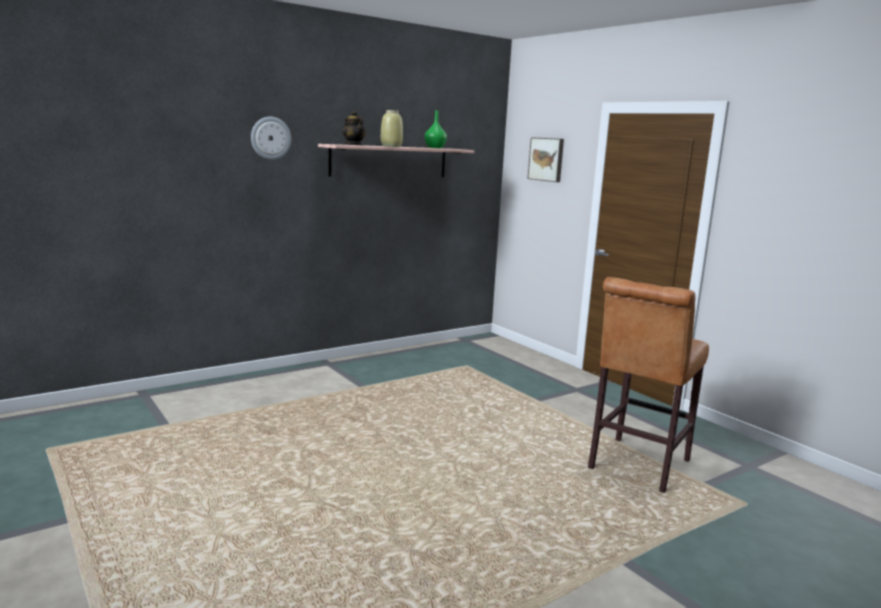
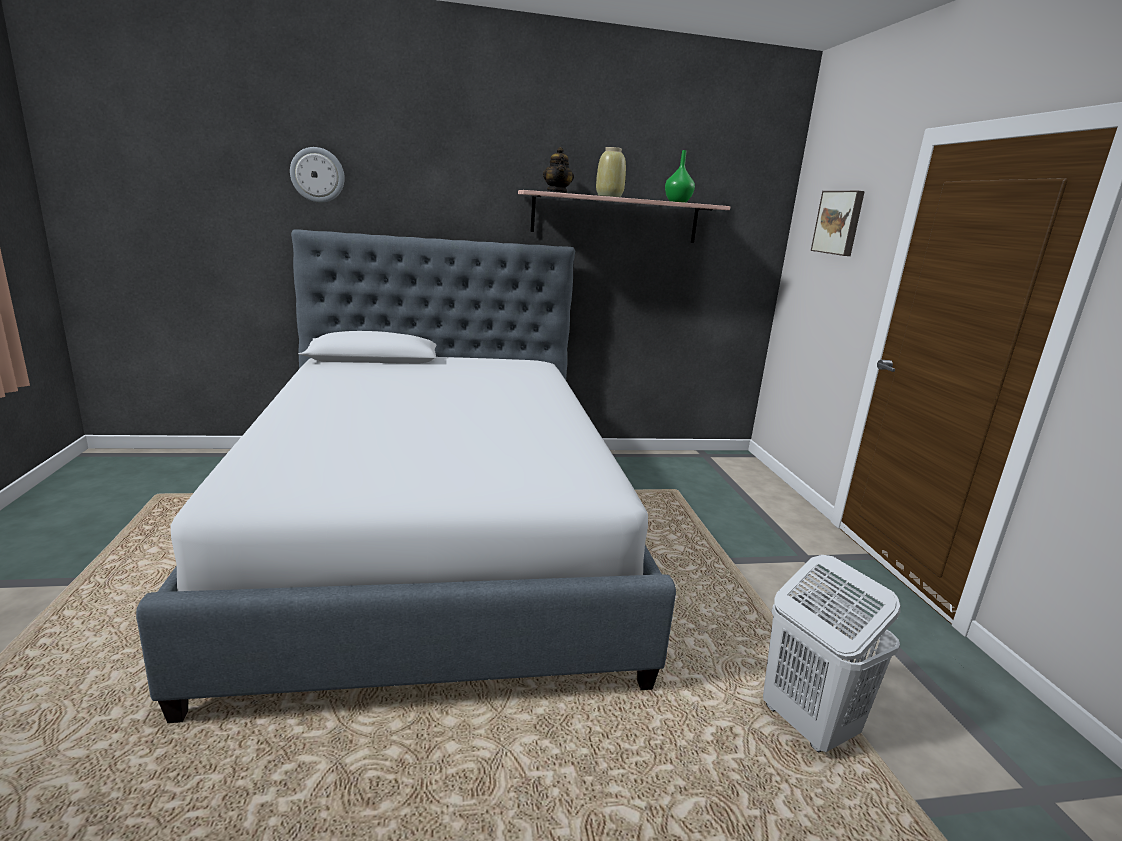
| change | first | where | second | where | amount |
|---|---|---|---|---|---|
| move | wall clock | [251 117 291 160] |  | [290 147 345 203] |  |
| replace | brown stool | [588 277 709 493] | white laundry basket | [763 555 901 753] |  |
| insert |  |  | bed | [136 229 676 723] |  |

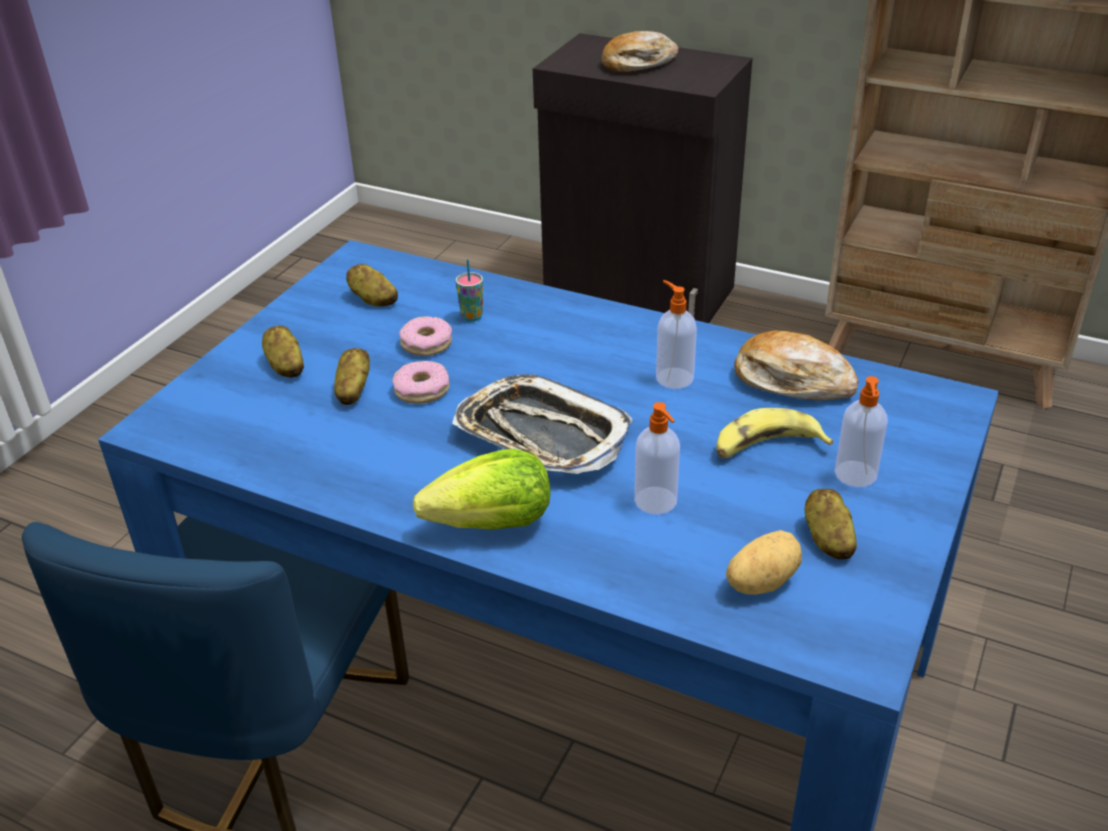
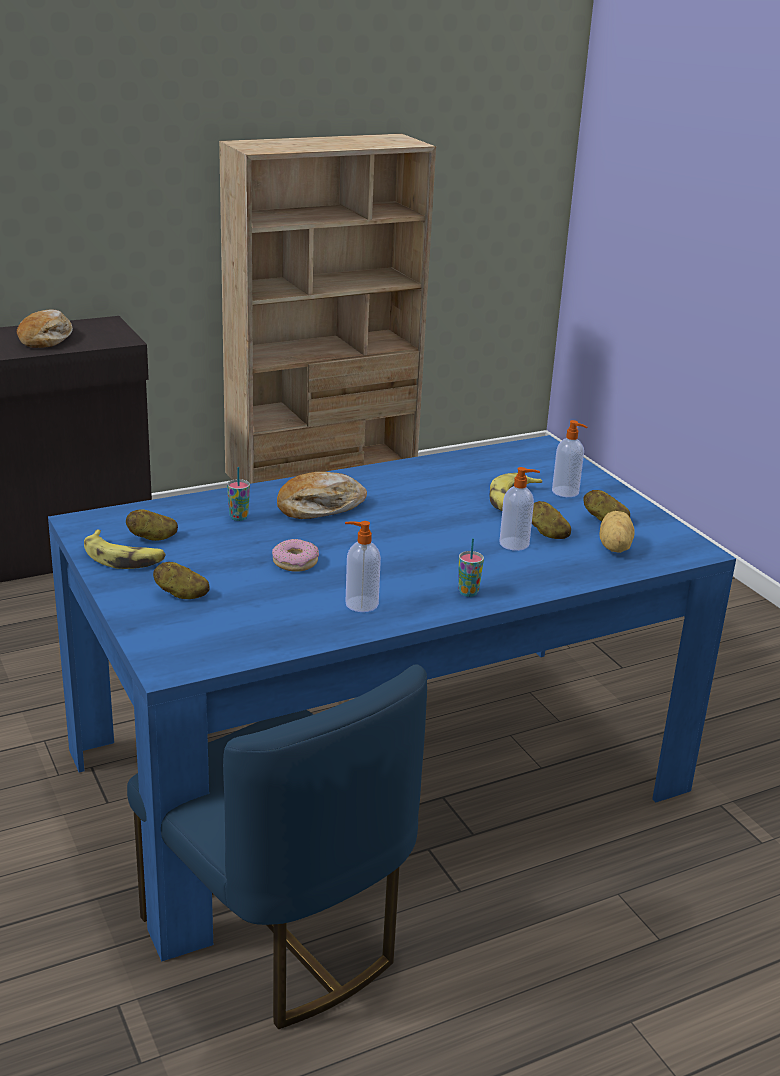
| change | first | where | second | where | amount |
|---|---|---|---|---|---|
| move | soap dispenser | [656 280 697 389] |  | [345 521 381 612] |  |
| delete | donut | [399 316 452 356] |  |  |  |
| move | bread | [734 331 858 401] |  | [277 472 367 519] |  |
| move | potato | [334 348 370 405] |  | [532 501 571 539] |  |
| delete | tray | [452 374 633 474] |  |  |  |
| replace | lettuce | [413 449 550 530] | cup | [458 538 484 597] |  |
| insert |  |  | banana | [84 529 166 569] |  |

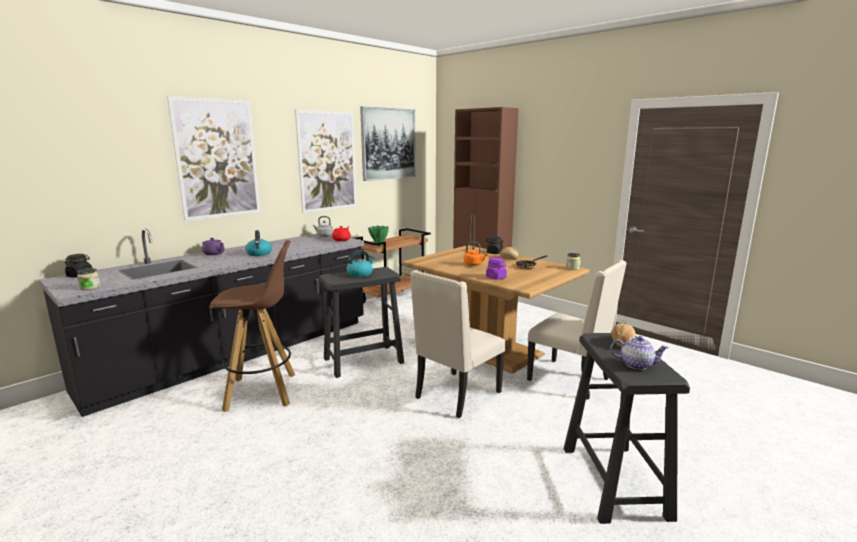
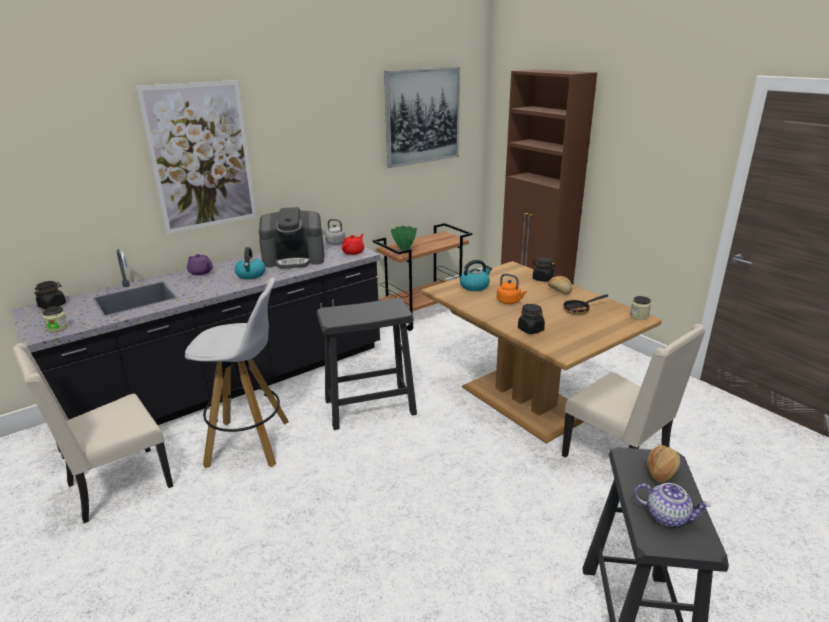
| change | first | where | second | where | amount |
|---|---|---|---|---|---|
| delete | picture | [295 110 357 213] |  |  |  |
| recolor | brown stool | [210 240 295 412] | white stool | [185 277 289 468] |  |
| move | kettle | [346 250 375 277] |  | [460 260 492 291] |  |
| recolor | purple jar | [486 257 507 280] | black jar | [518 304 545 334] |  |
| move | beige chair | [410 270 506 418] |  | [12 343 173 523] |  |
| insert |  |  | coffee machine | [259 207 324 269] |  |

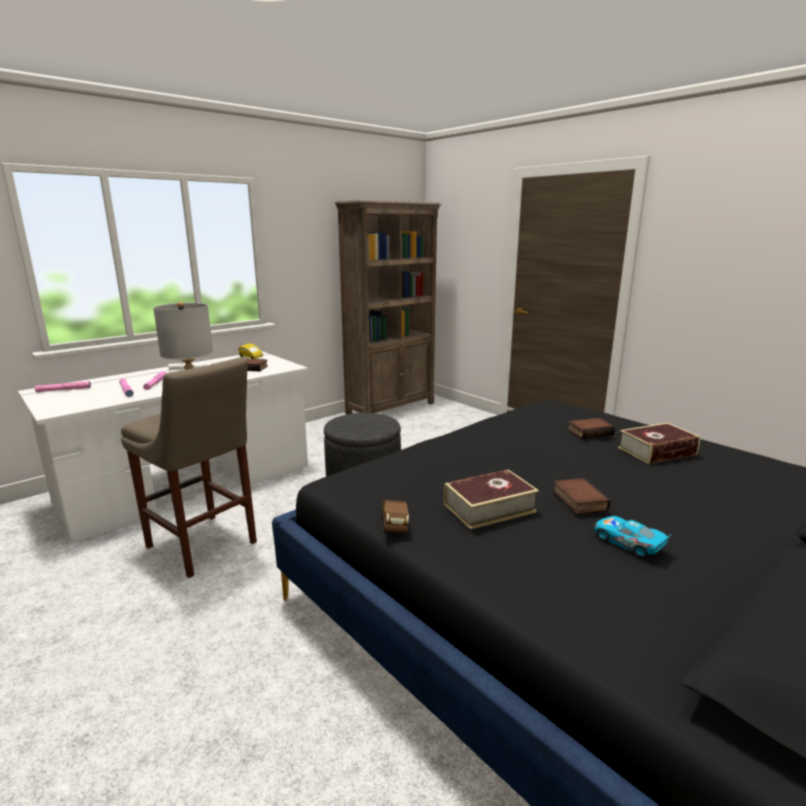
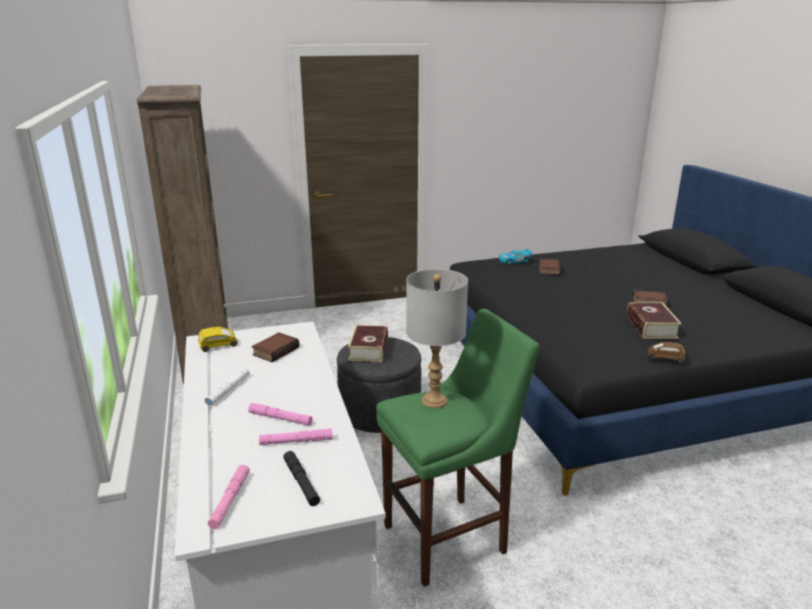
| change | first | where | second | where | amount |
|---|---|---|---|---|---|
| recolor | beige stool | [121 357 257 578] | green stool | [376 309 540 587] |  |
| move | book | [618 423 700 464] |  | [348 325 388 362] |  |
| move | toy car | [595 516 672 558] |  | [499 249 532 265] |  |
| insert |  |  | black flashlight | [283 451 320 506] |  |

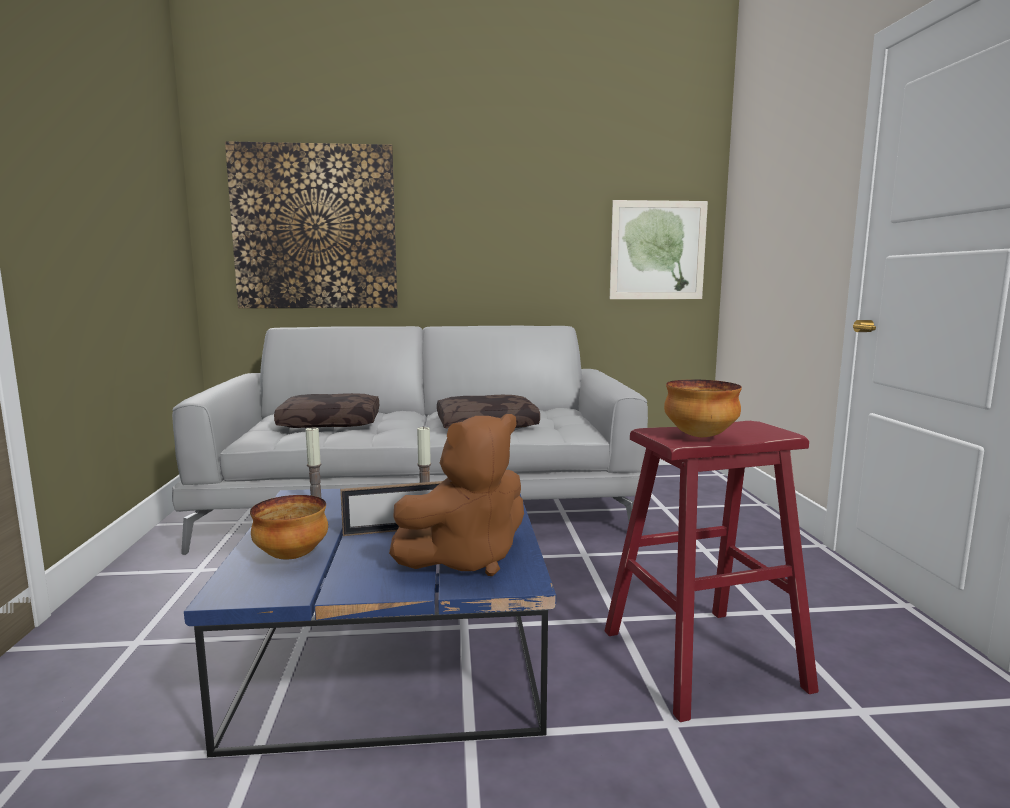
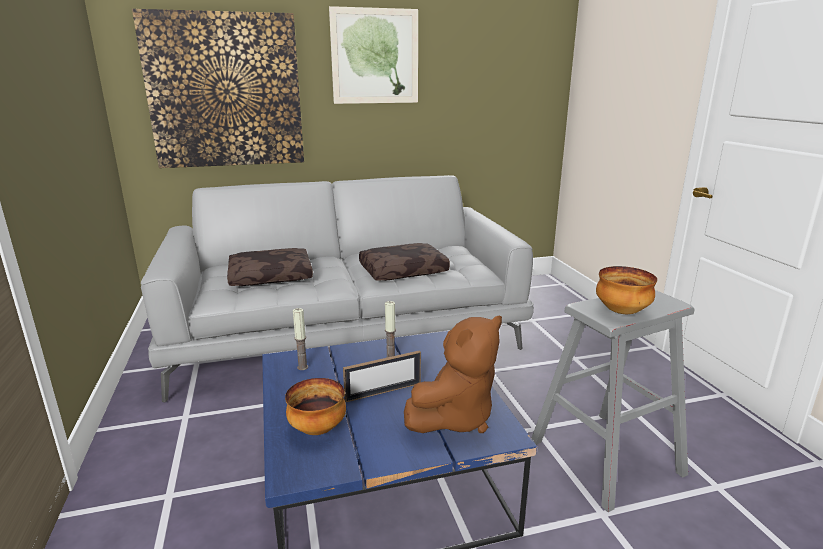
| change | first | where | second | where | amount |
|---|---|---|---|---|---|
| move | picture | [610 200 708 299] |  | [329 6 418 104] |  |
| recolor | red stool | [605 421 819 722] | grey stool | [531 290 695 512] |  |

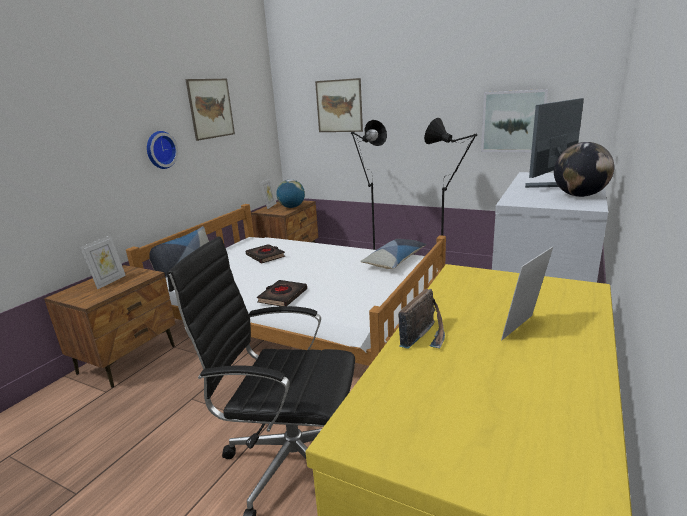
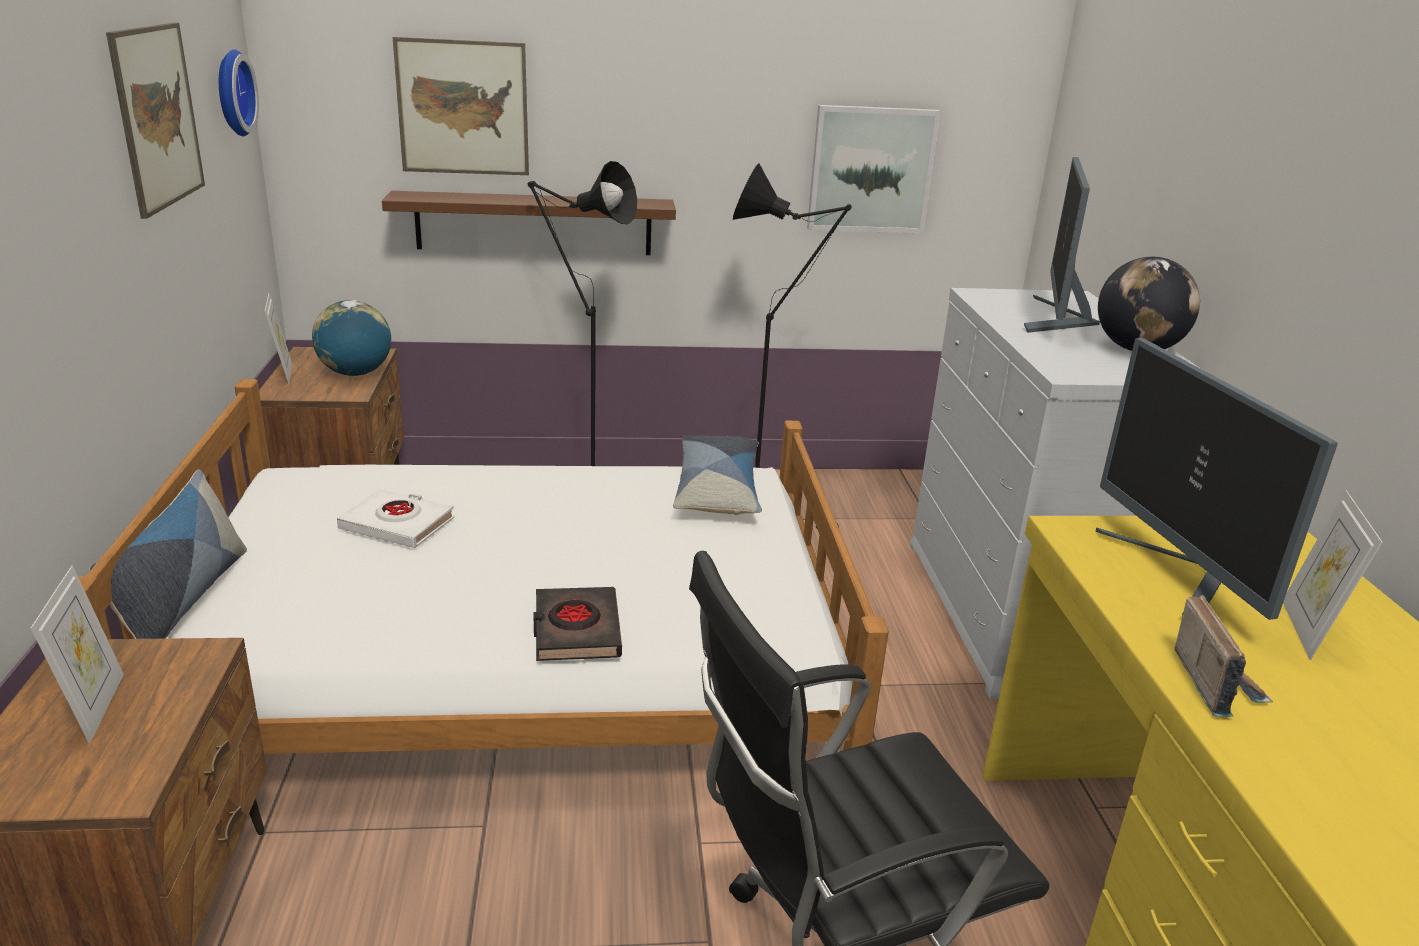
| change | first | where | second | where | amount |
|---|---|---|---|---|---|
| move | wall clock | [147 131 178 169] |  | [219 49 259 136] |  |
| recolor | black book | [246 244 285 263] | white book | [337 489 454 548] |  |
| insert |  |  | brown shelf | [382 191 676 255] |  |
| insert |  |  | monitor | [1095 338 1338 620] |  |

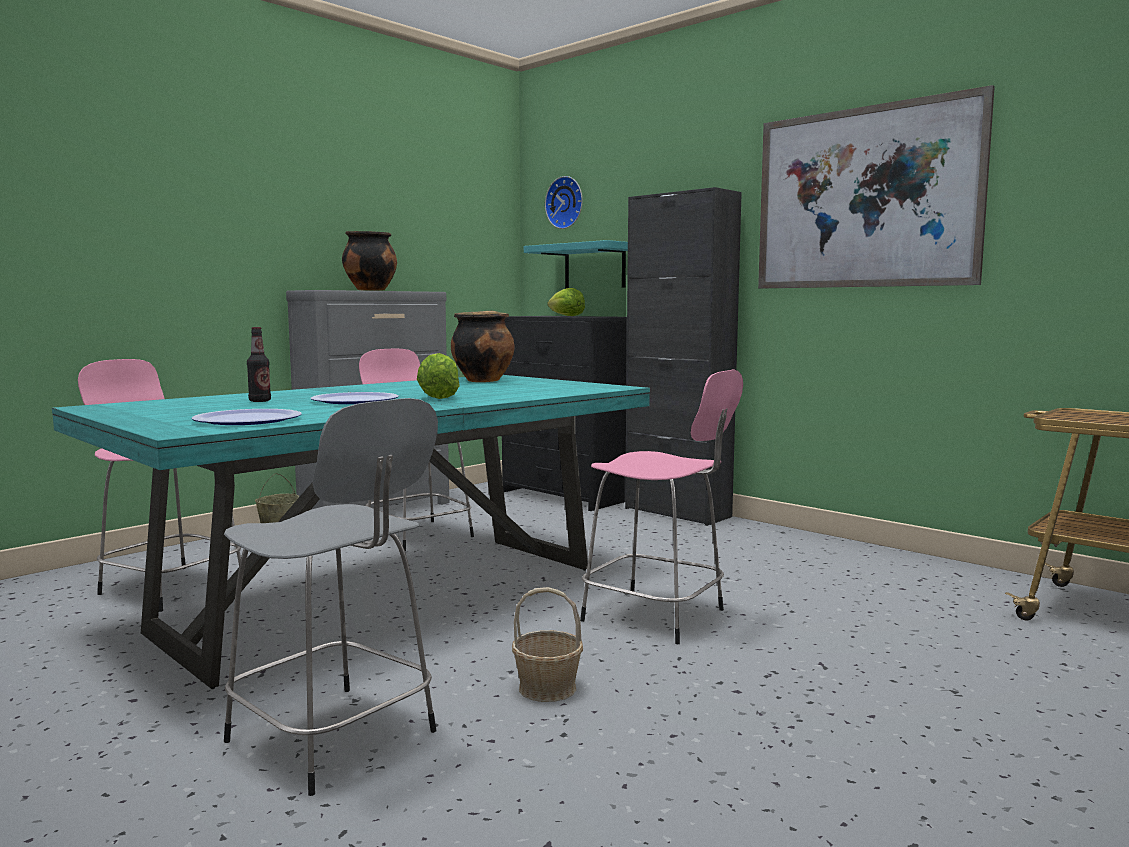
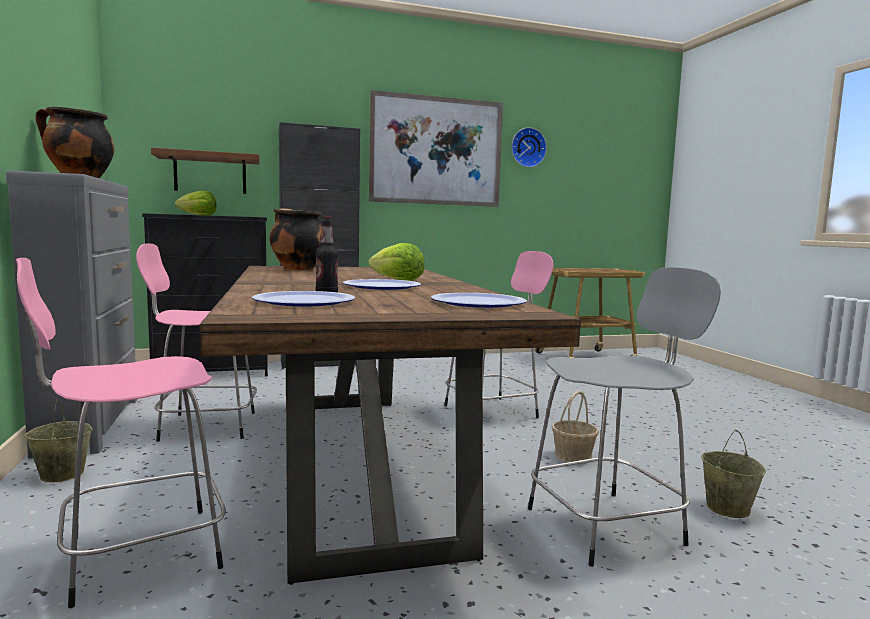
| change | first | where | second | where | amount |
|---|---|---|---|---|---|
| move | wall clock | [545 176 583 229] |  | [511 127 547 167] |  |
| recolor | turquoise shelf | [524 240 628 289] | brown shelf | [151 147 260 194] |  |
| recolor | turquoise dining table | [52 375 650 689] | brown dining table | [200 266 581 585] |  |
| insert |  |  | plate | [252 291 355 306] |  |
| insert |  |  | beige bucket | [702 429 766 518] |  |

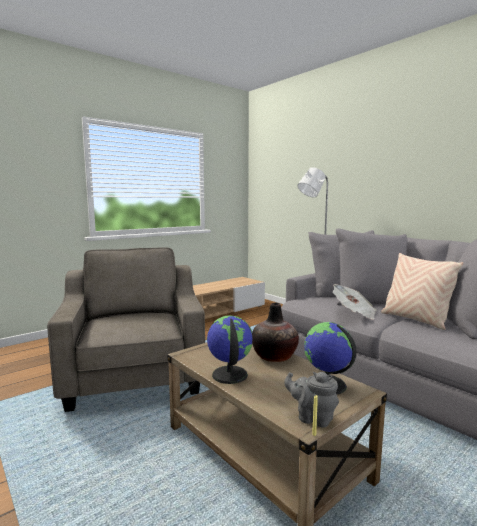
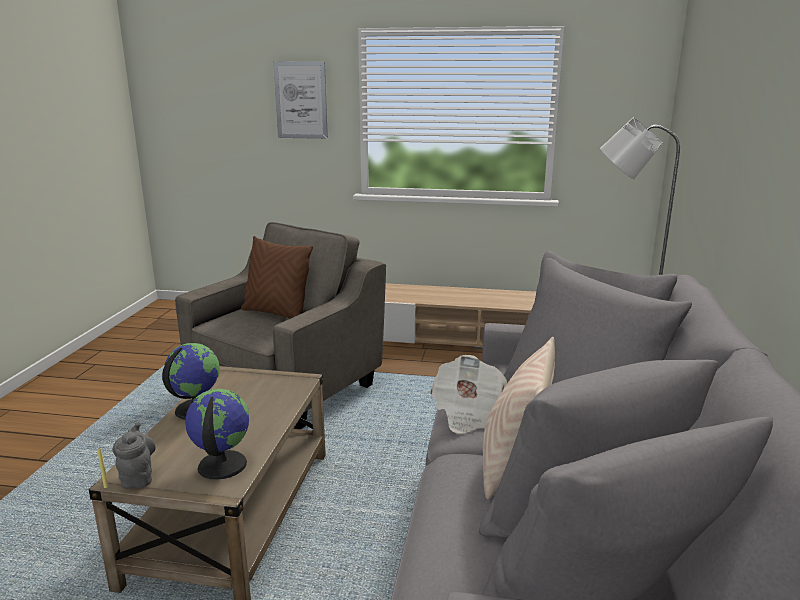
| change | first | where | second | where | amount |
|---|---|---|---|---|---|
| delete | vase | [252 303 299 362] |  |  |  |
| insert |  |  | picture | [273 62 328 139] |  |
| insert |  |  | brown pillow | [241 236 313 319] |  |

